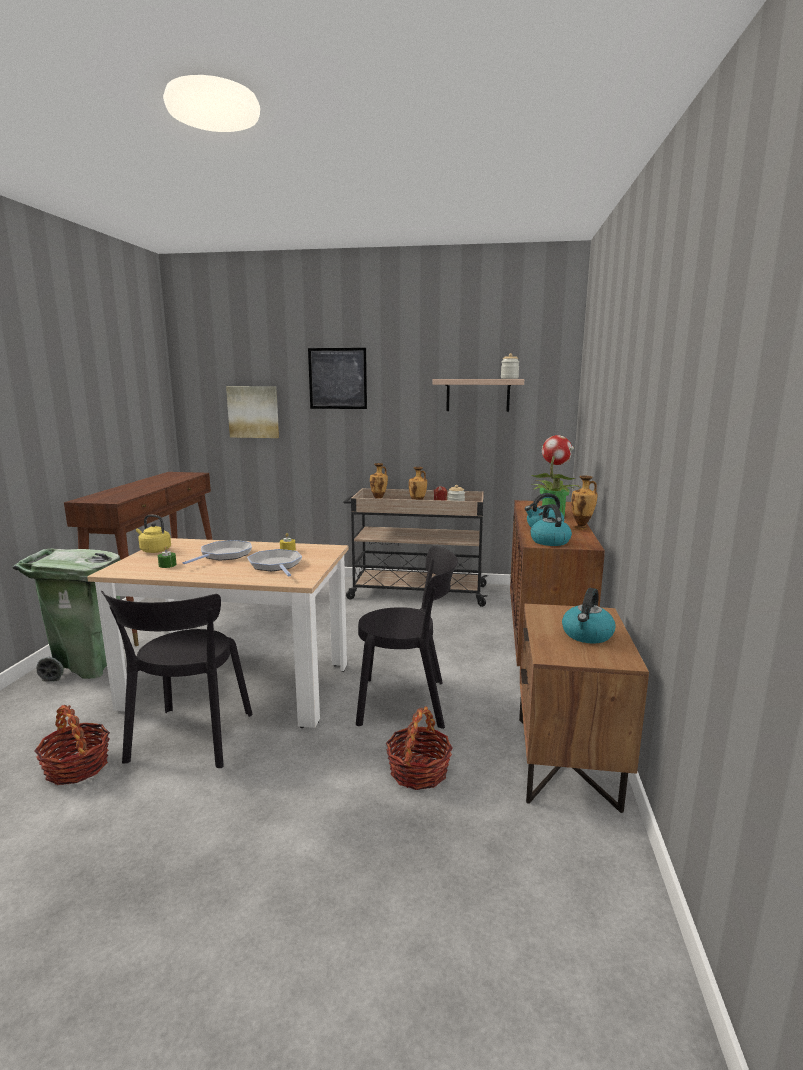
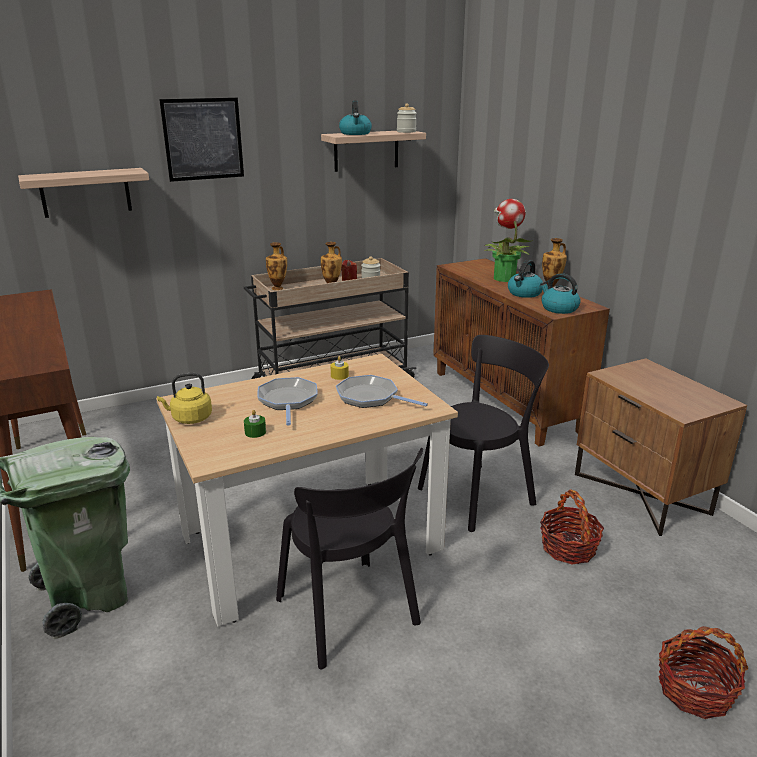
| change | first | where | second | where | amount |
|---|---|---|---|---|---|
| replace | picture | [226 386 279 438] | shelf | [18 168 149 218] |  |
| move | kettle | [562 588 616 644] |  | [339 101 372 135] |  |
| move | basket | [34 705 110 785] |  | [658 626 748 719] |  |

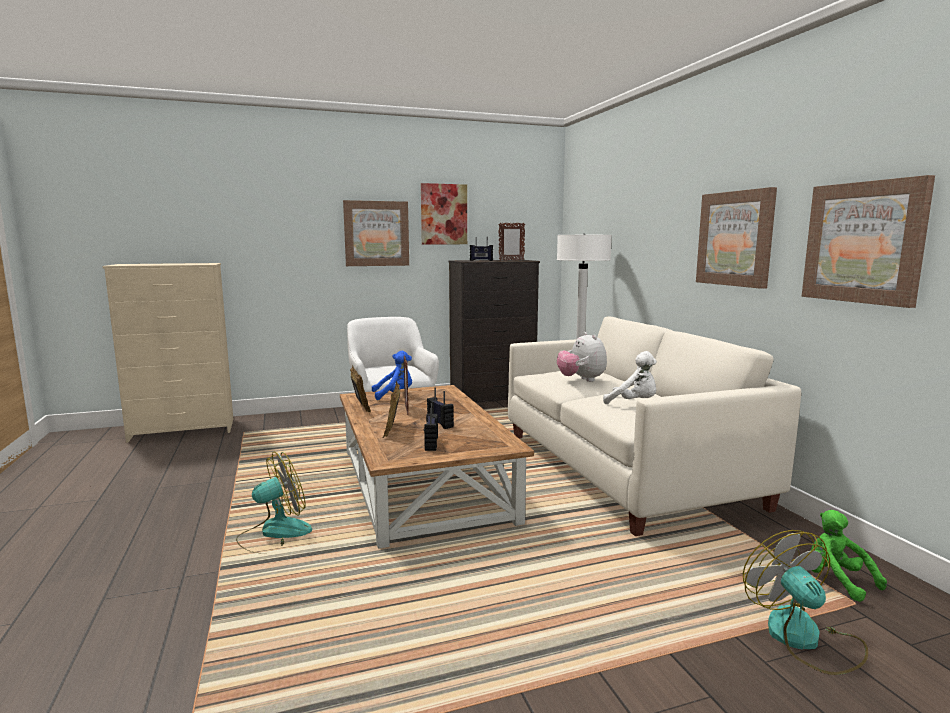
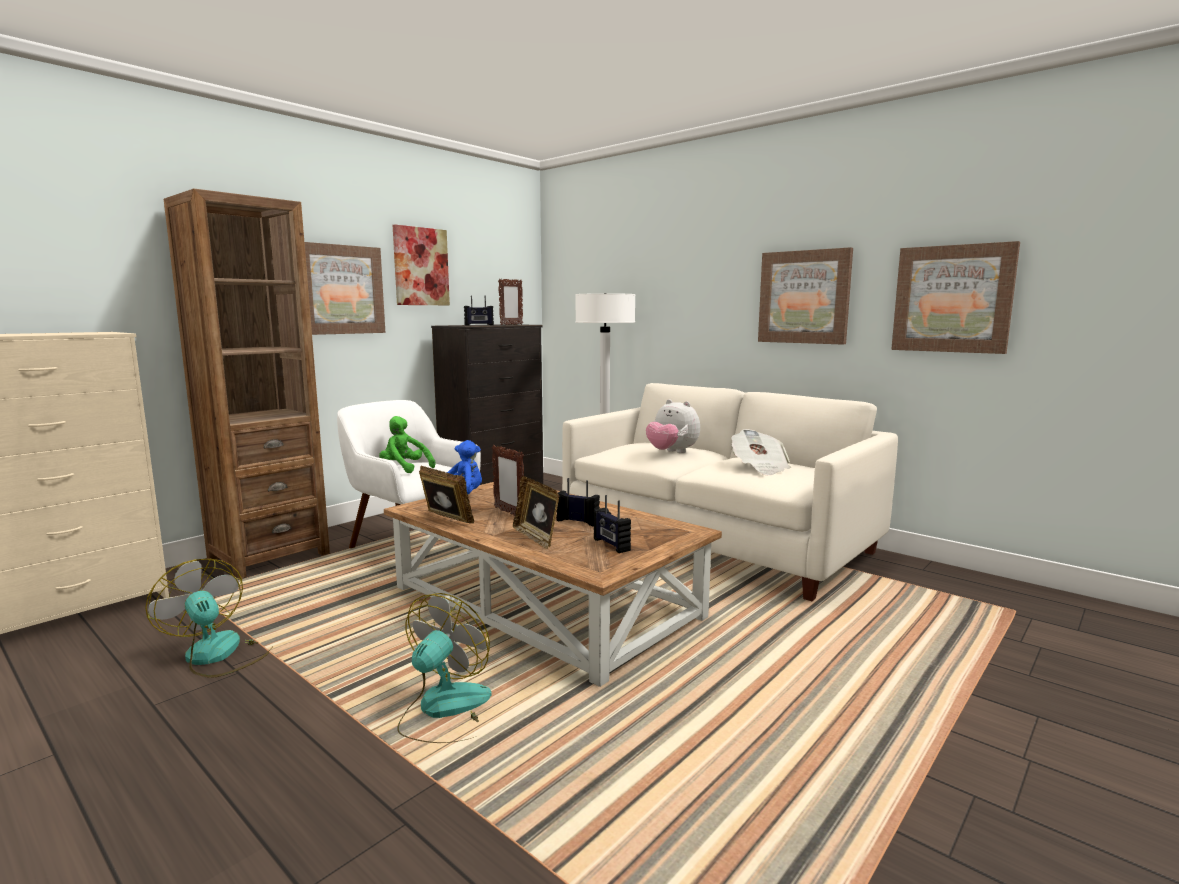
| change | first | where | second | where | amount |
|---|---|---|---|---|---|
| replace | white plush toy | [603 351 657 404] | newspaper | [731 429 791 476] |  |
| move | green plush toy | [811 510 887 602] |  | [379 416 435 473] |  |
| move | fan | [743 530 868 675] |  | [145 559 271 678] |  |
| insert |  |  | brown bookcase | [164 189 330 579] |  |

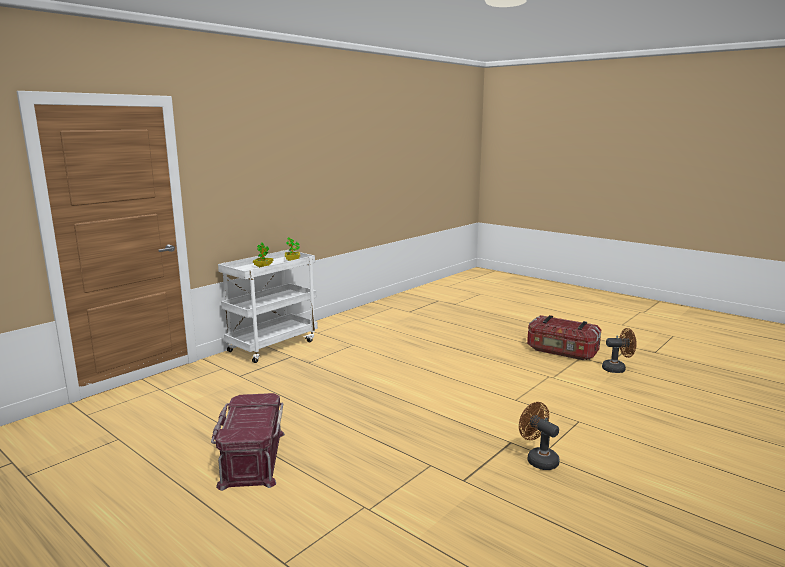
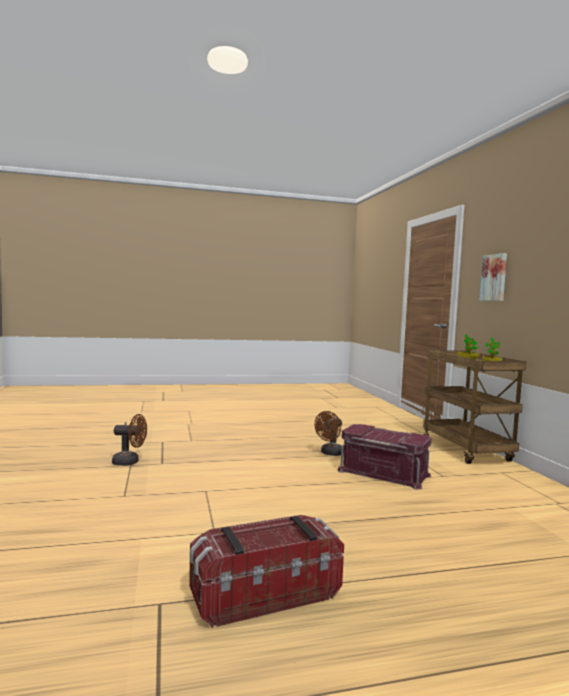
| change | first | where | second | where | amount |
|---|---|---|---|---|---|
| recolor | white cart | [218 250 318 363] | brown cart | [423 350 526 464] |  |
| move | brown fan | [602 328 637 373] |  | [315 411 344 456] |  |
| move | red storage box | [211 393 285 491] |  | [337 424 431 490] |  |
| insert |  |  | picture | [480 253 507 301] |  |

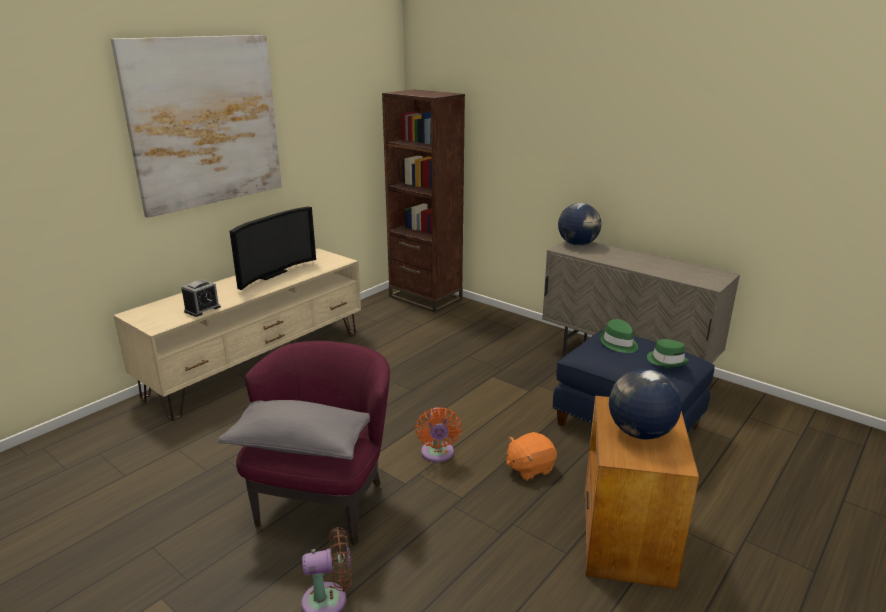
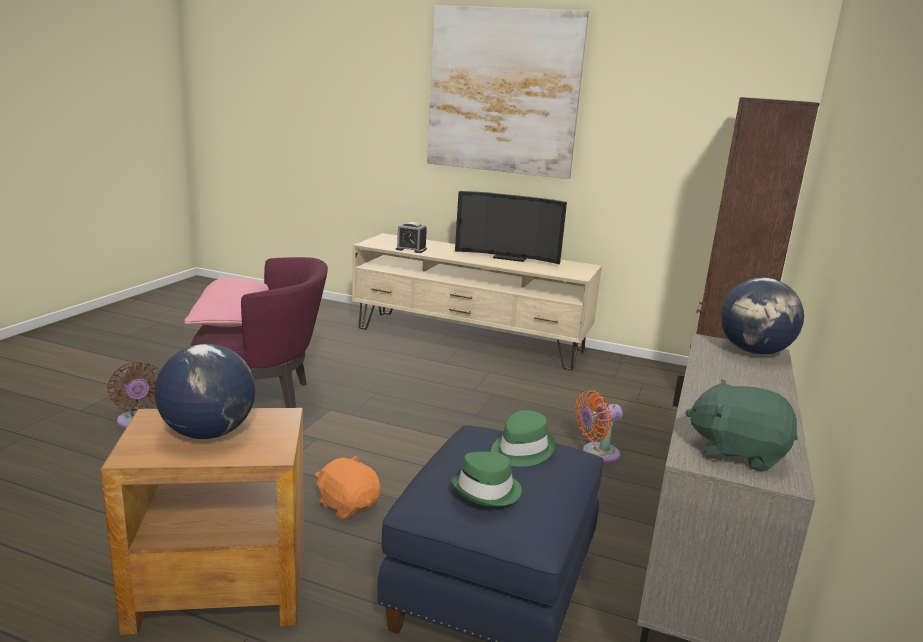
| change | first | where | second | where | amount |
|---|---|---|---|---|---|
| recolor | grey pillow | [218 400 370 460] | pink pillow | [184 278 269 327] |  |
| move | orange fan | [415 407 462 462] |  | [575 390 623 463] |  |
| insert |  |  | green plush toy | [685 379 798 472] |  |

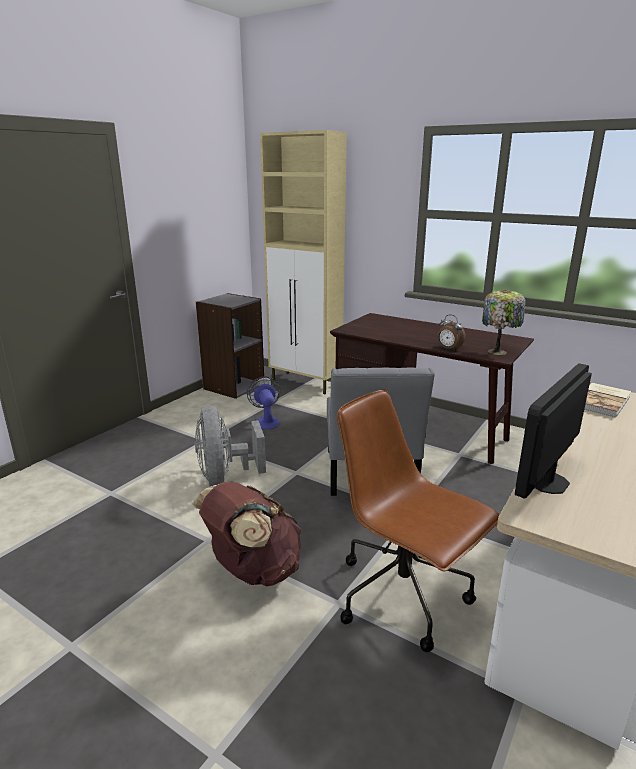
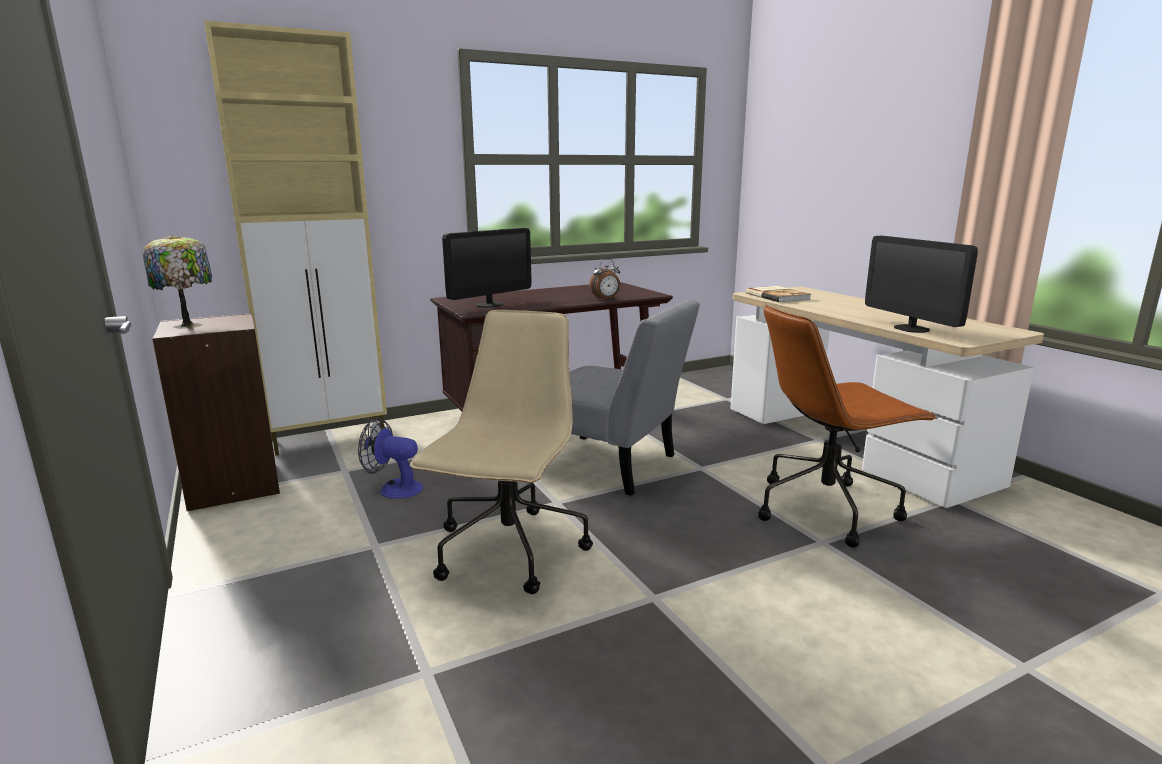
| change | first | where | second | where | amount |
|---|---|---|---|---|---|
| move | table lamp | [482 290 526 355] |  | [143 235 212 329] |  |
| recolor | grey bookcase | [196 293 264 399] | brown bookcase | [152 313 280 511] |  |
| replace | grey fan | [195 406 266 486] | beige office chair | [410 310 593 594] |  |
| delete | brown backpack | [192 482 302 586] |  |  |  |
| insert |  |  | monitor | [442 228 531 307] |  |

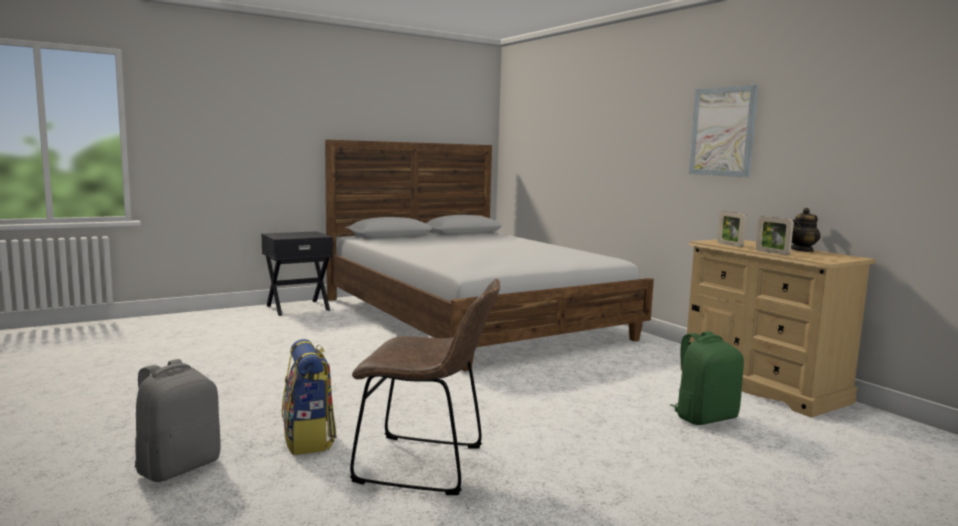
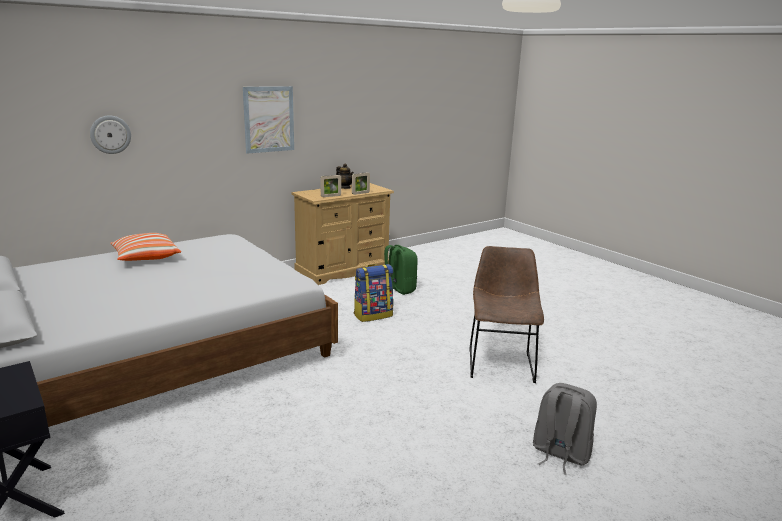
| change | first | where | second | where | amount |
|---|---|---|---|---|---|
| move | backpack | [282 339 337 455] |  | [354 264 394 322] |  |
| insert |  |  | wall clock | [90 115 131 154] |  |
| insert |  |  | pillow | [110 233 181 261] |  |

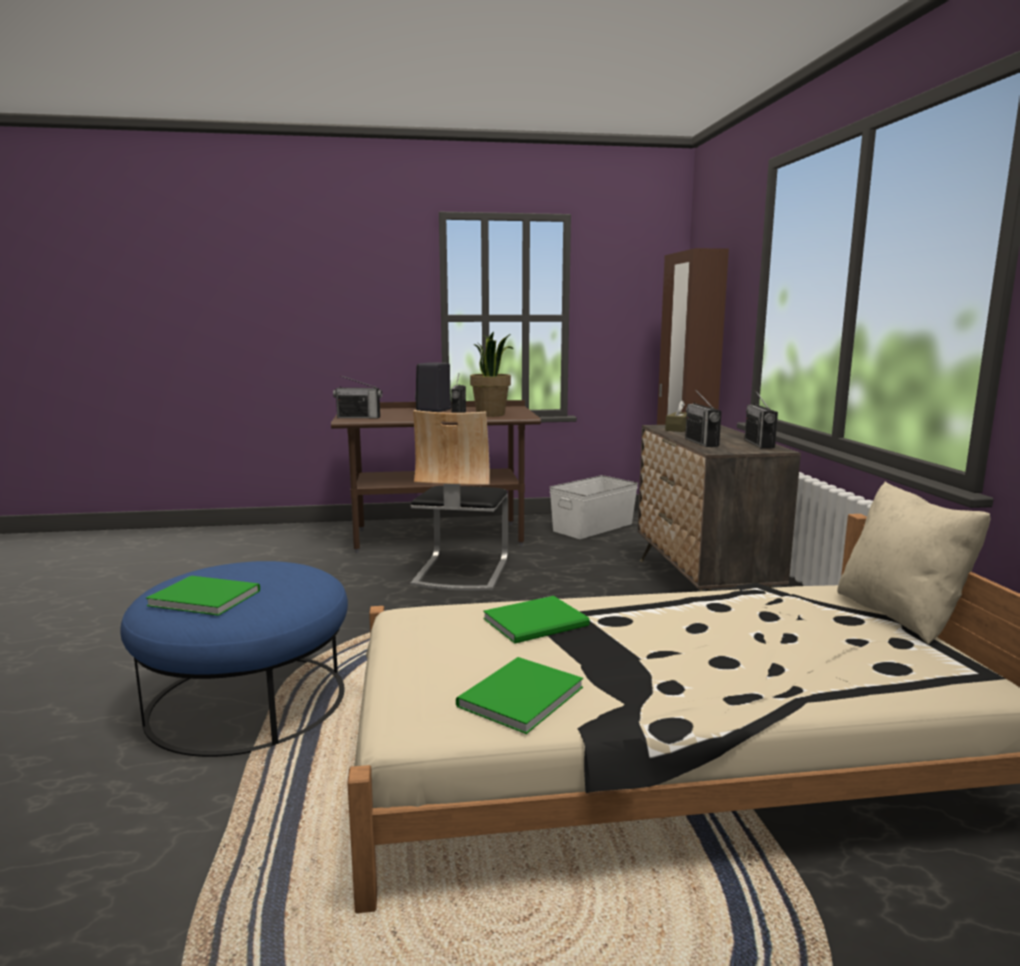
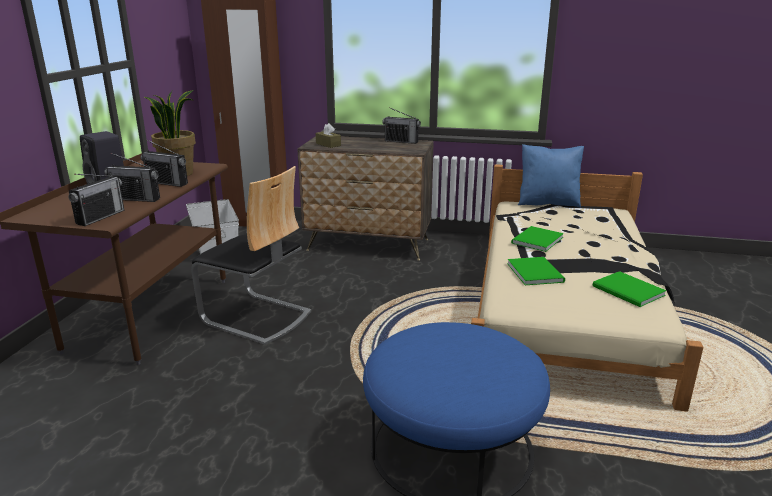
| change | first | where | second | where | amount |
|---|---|---|---|---|---|
| move | radio | [685 389 722 447] |  | [104 153 160 202] |  |
| recolor | beige pillow | [837 482 990 645] | blue pillow | [518 144 584 208] |  |
| move | green book | [146 576 260 616] |  | [511 226 564 252] |  |

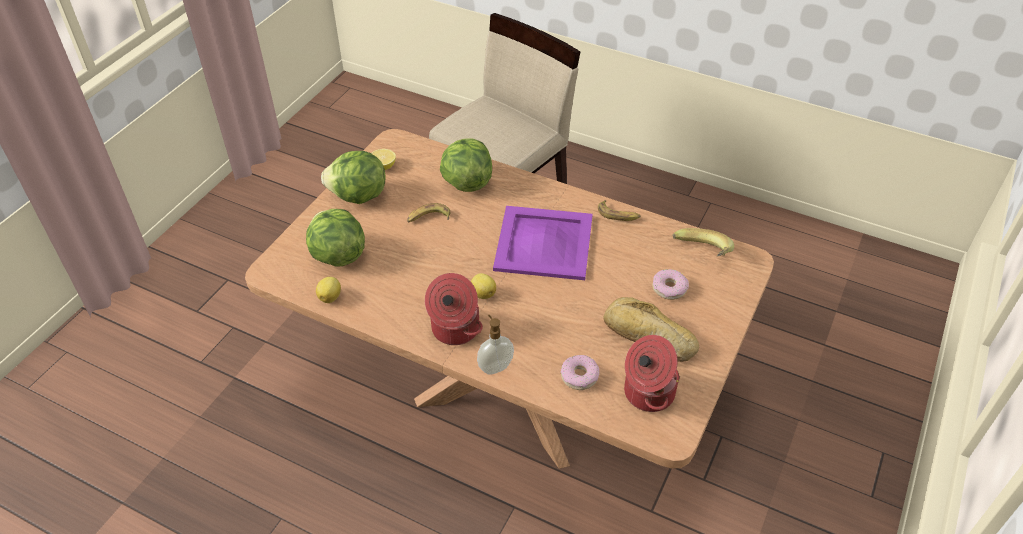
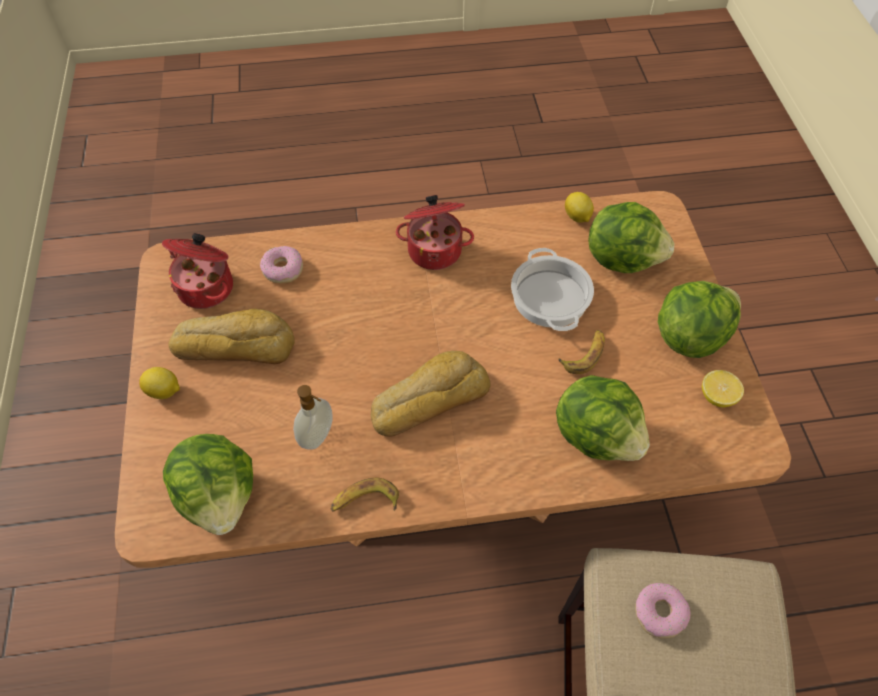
| change | first | where | second | where | amount |
|---|---|---|---|---|---|
| replace | purple tray | [493 206 593 280] | bread | [371 351 490 437] |  |
| replace | banana | [672 228 734 256] | lettuce | [163 434 253 535] |  |
| move | donut | [652 269 689 300] |  | [635 583 690 638] |  |
| move | lemon | [471 273 496 299] |  | [139 367 180 399] |  |
| move | soap dispenser | [477 315 514 375] |  | [293 385 333 450] |  |
| insert |  |  | cooking pot | [511 248 594 331] |  |

